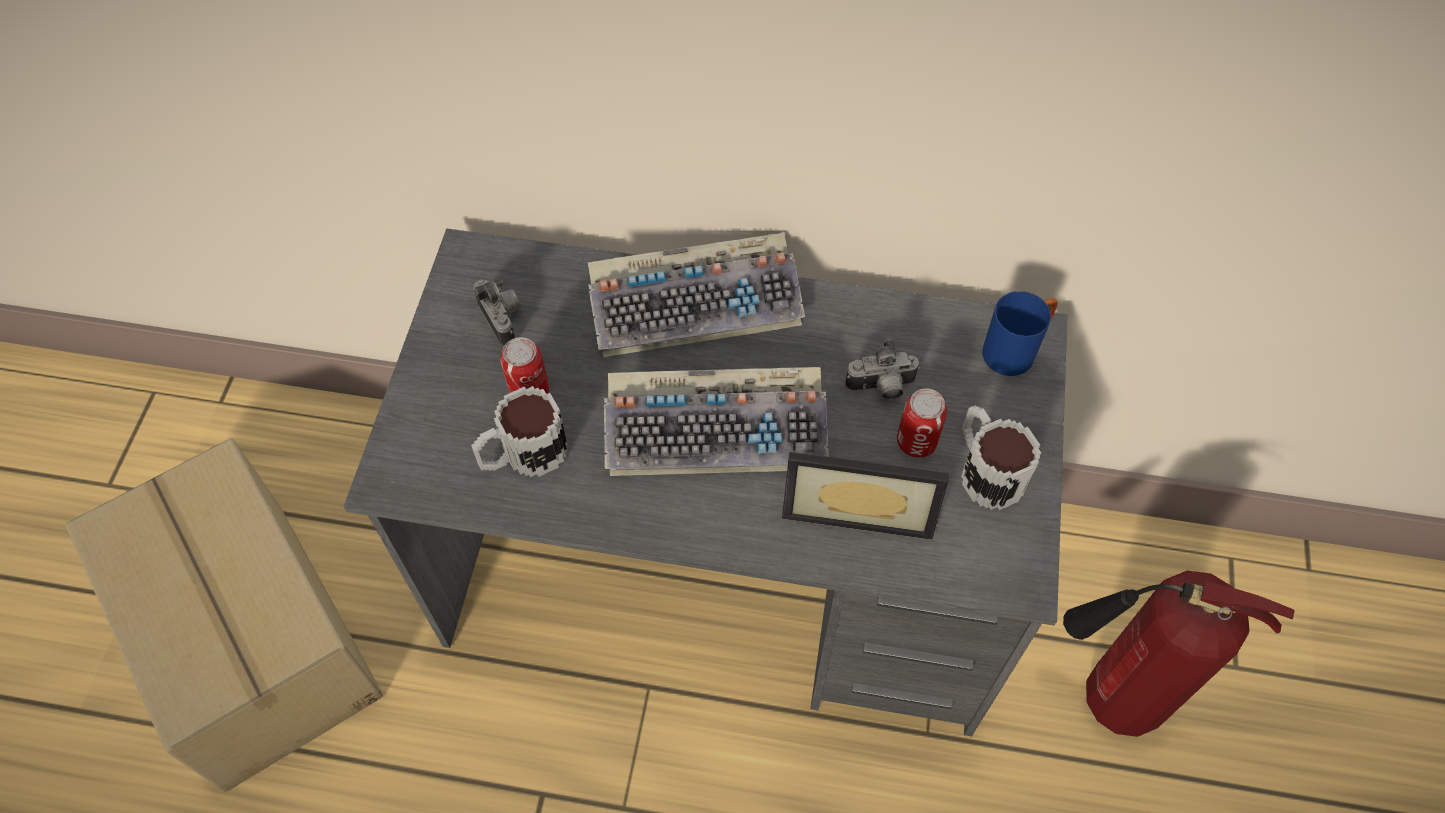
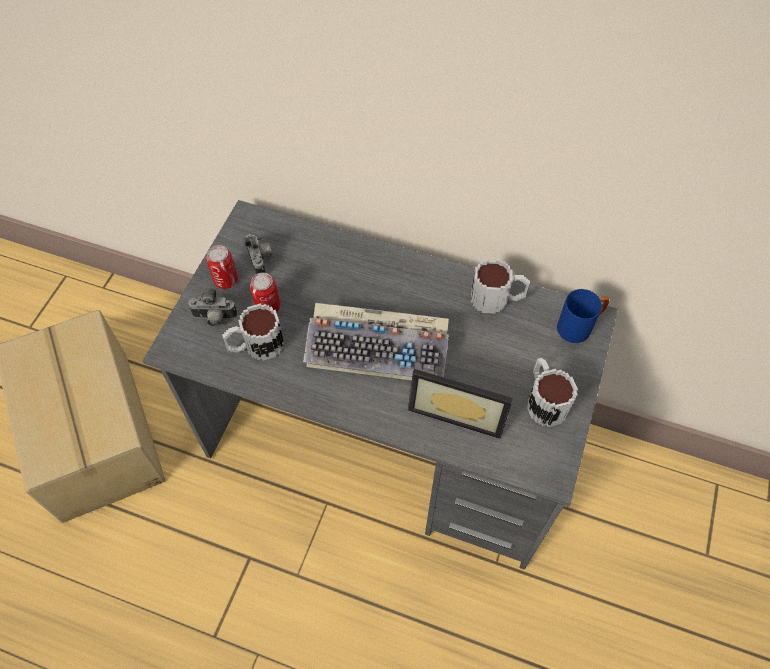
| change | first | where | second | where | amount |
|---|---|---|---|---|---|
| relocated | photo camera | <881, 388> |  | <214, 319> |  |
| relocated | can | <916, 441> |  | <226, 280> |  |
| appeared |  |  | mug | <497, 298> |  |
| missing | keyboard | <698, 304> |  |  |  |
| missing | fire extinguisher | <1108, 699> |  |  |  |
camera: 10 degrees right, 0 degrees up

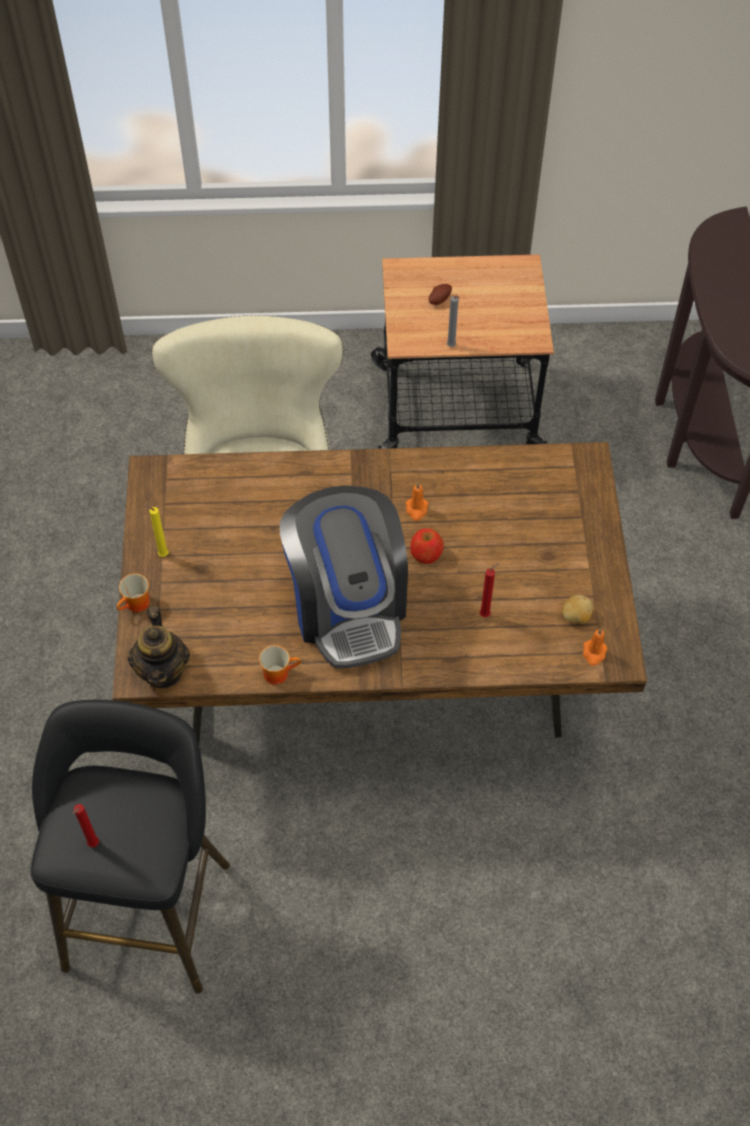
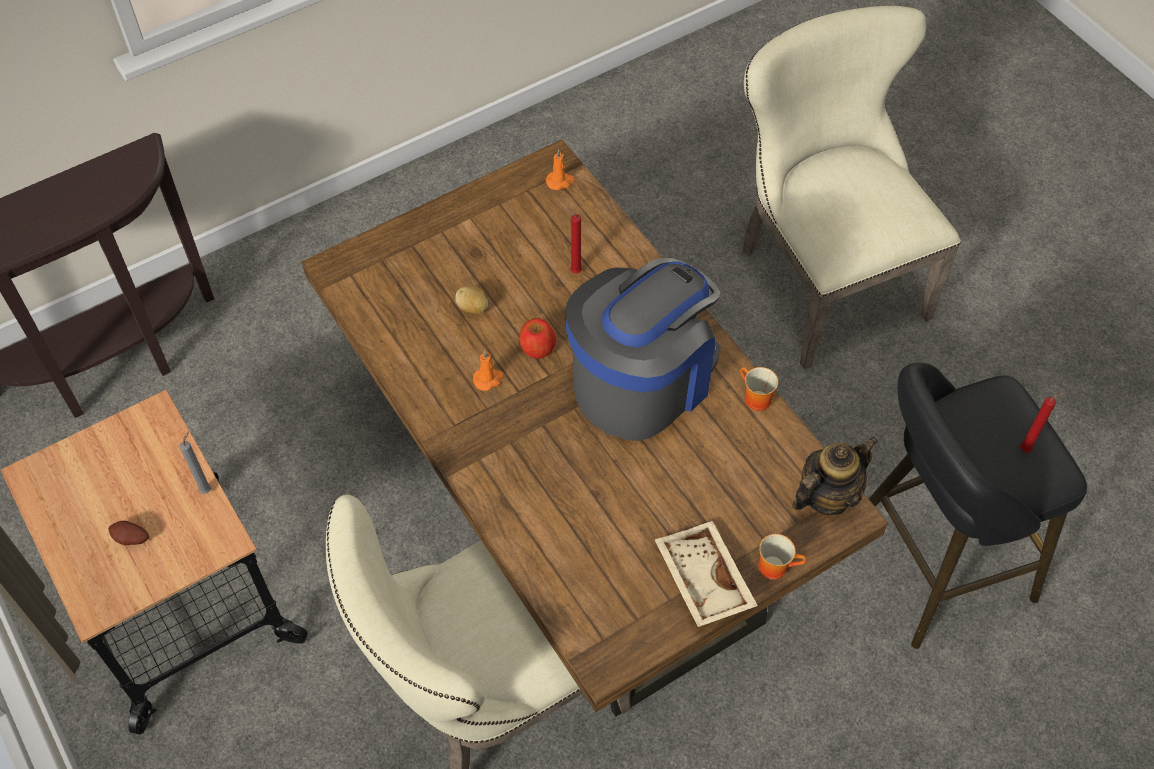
| change | first | where | second | where | amount |
|---|---|---|---|---|---|
| relocated | potato | <576, 617> |  | <473, 308> |  |
| exchanged | yellow candle | <161, 554> | beige tray | <701, 580> |  |
| appeared |  |  | beige chair | <821, 276> |  |
camera: 120 degrees left, 0 degrees up

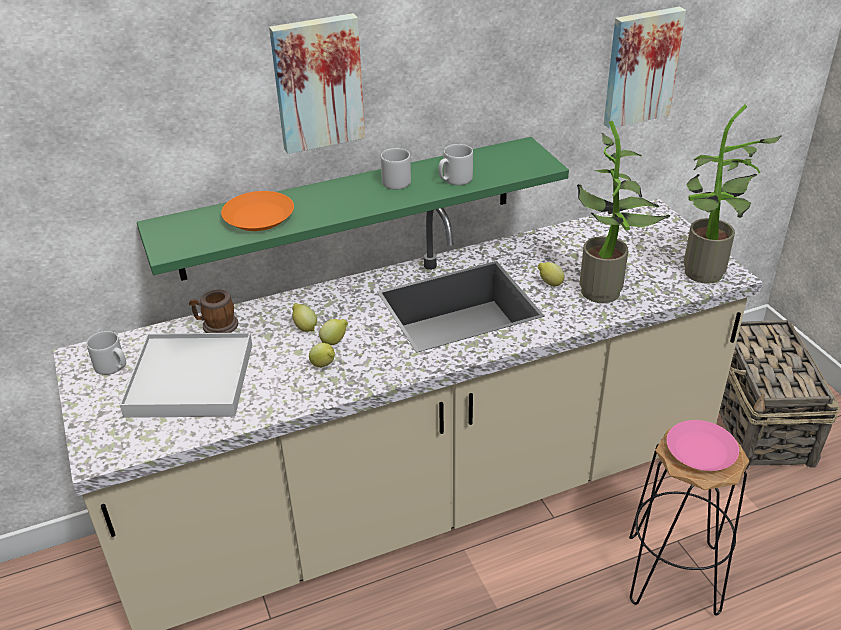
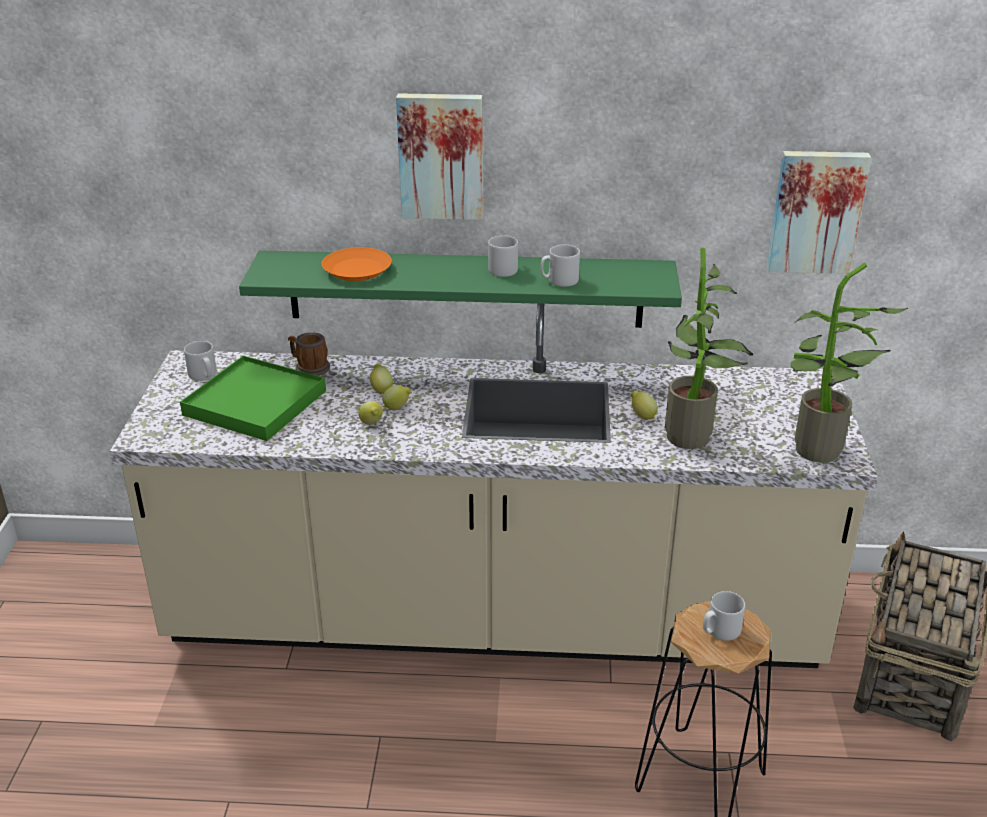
| change | first | where | second | where | amount |
|---|---|---|---|---|---|
| colour | white tray | <191, 379> | green tray | <255, 403> |  |
| exchanged | pink plate | <701, 452> | grey mug | <720, 631> |  |
camera: 25 degrees right, 5 degrees down

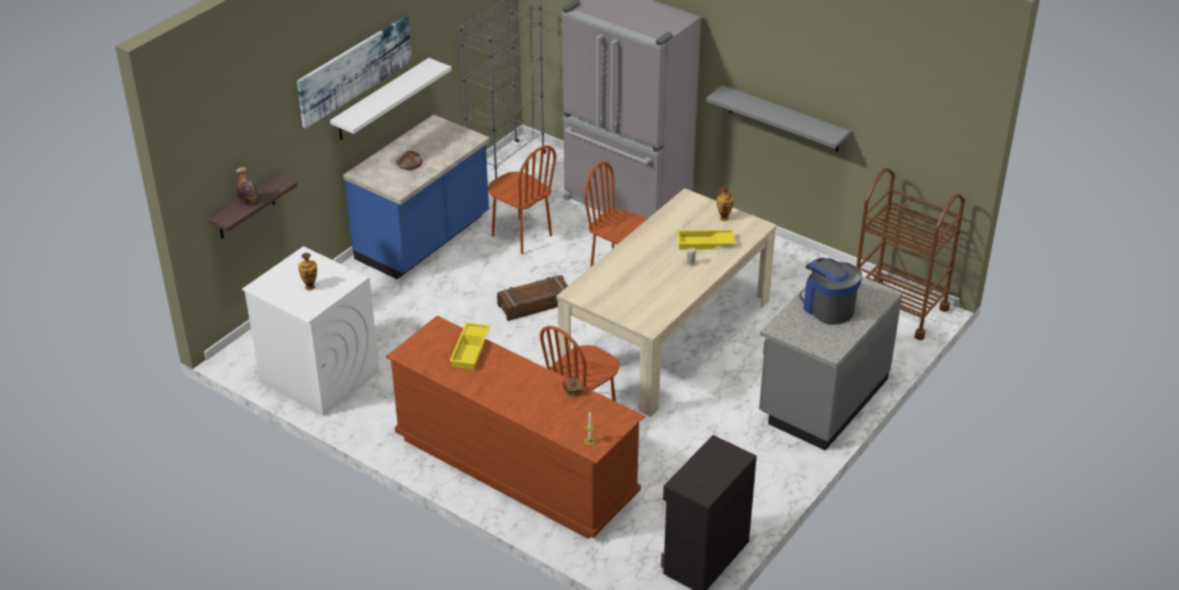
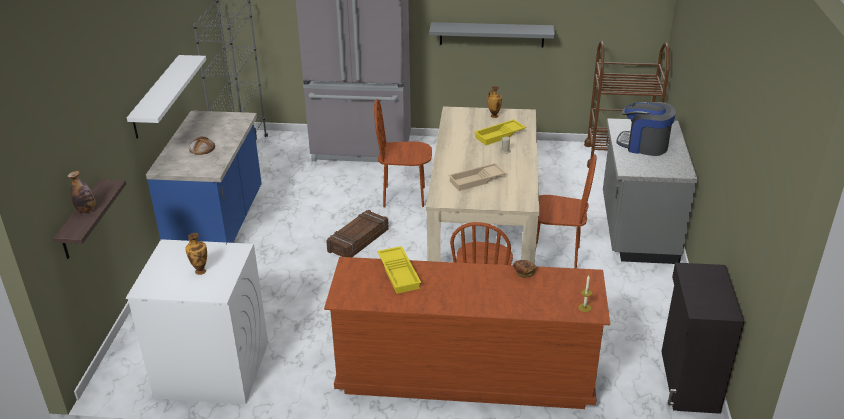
| change | first | where | second | where | amount |
|---|---|---|---|---|---|
| appeared |  |  | beige tray | <477, 180> |  |
| relocated | brown chair | <521, 236> |  | <555, 257> |  |
| missing | picture | <355, 70> |  |  |  |
camera: 30 degrees left, 5 degrees down

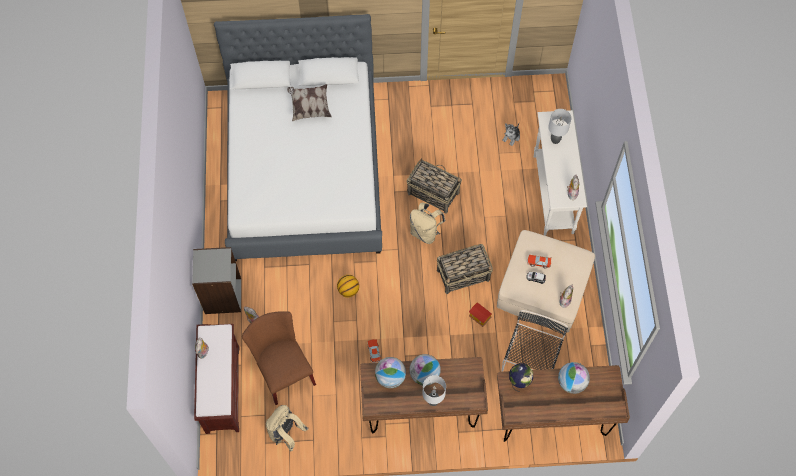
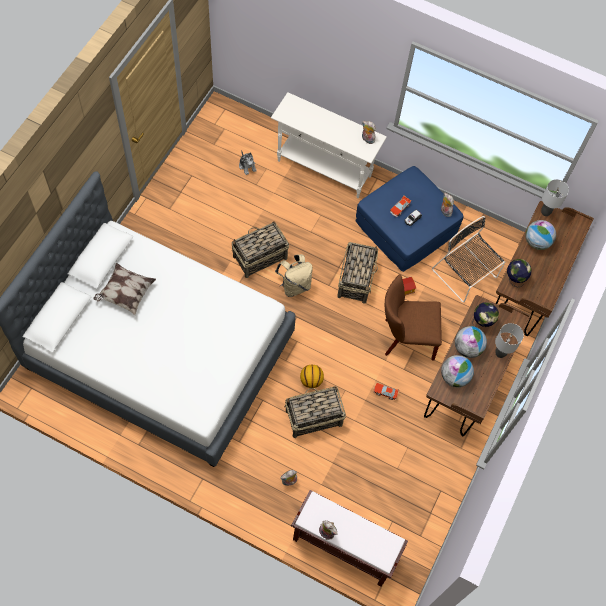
| change | first | where | second | where | amount |
|---|---|---|---|---|---|
| appeared |  |  | basket | <313, 418> |  |
| colour | beige ottoman | <543, 288> | blue ottoman | <406, 227> |  |
| relocated | brown chair | <283, 370> |  | <405, 338> |  |
| appeared |  |  | globe | <482, 322> |  |
| relocated | grey table lamp | <555, 140> |  | <545, 212> |  |
| missing | grey bookcase | <222, 296> |  |  |  |
| missing | beige backpack | <286, 433> |  |  |  |
camera: 65 degrees left, 0 degrees up

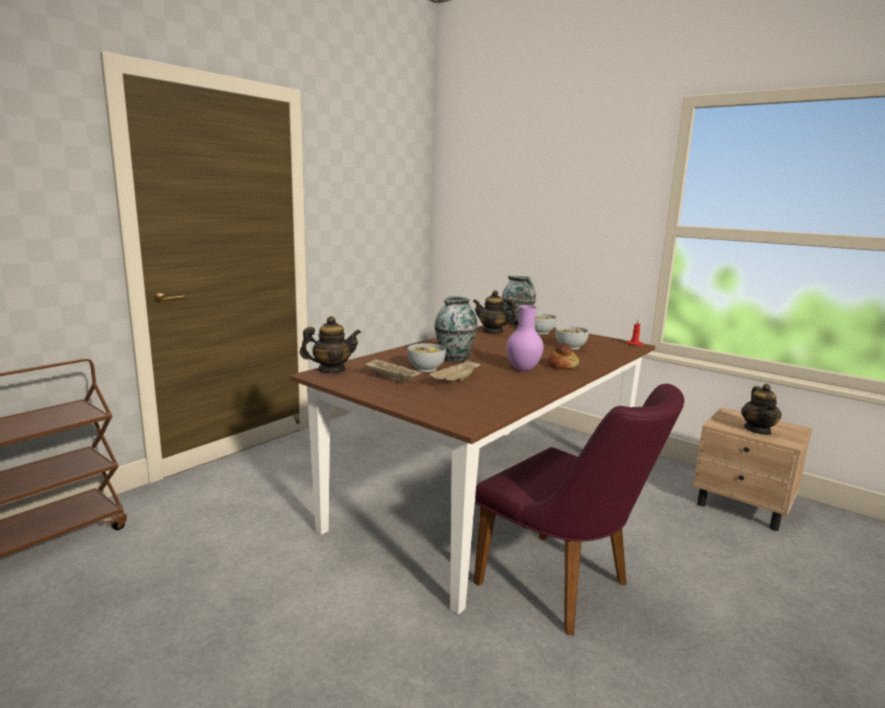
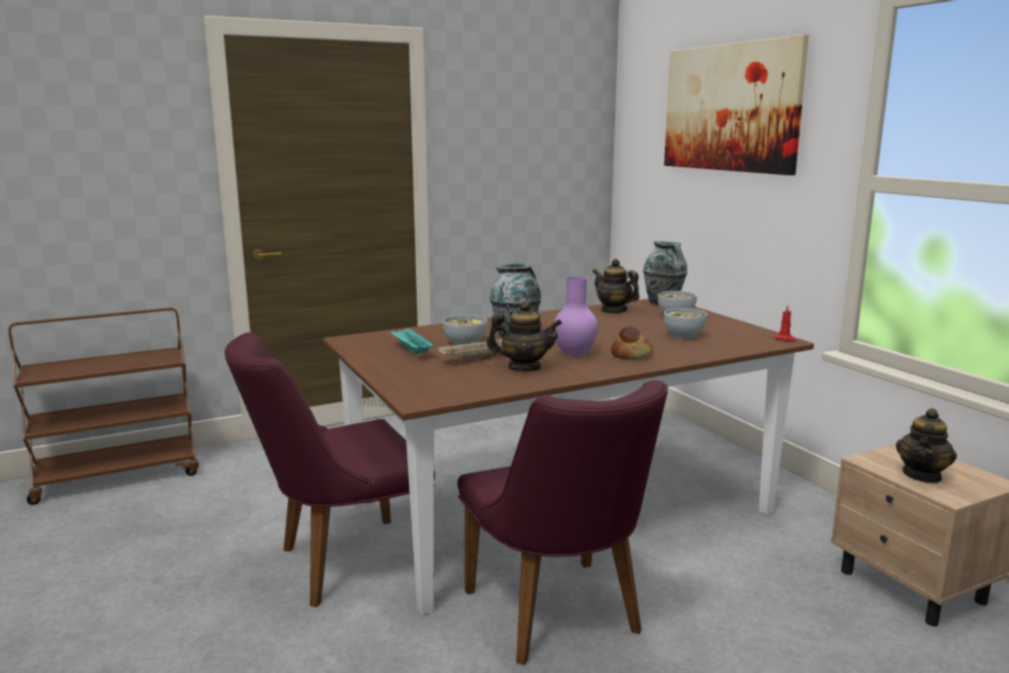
| change | first | where | second | where | amount |
|---|---|---|---|---|---|
| appeared |  |  | purple chair | <339, 564> |  |
| colour | beige tray | <391, 379> | turquoise tray | <411, 351> |  |
| relocated | teapot | <331, 370> |  | <524, 367> |  |
| appeared |  |  | picture | <730, 108> |  |
camera: 25 degrees right, 0 degrees up

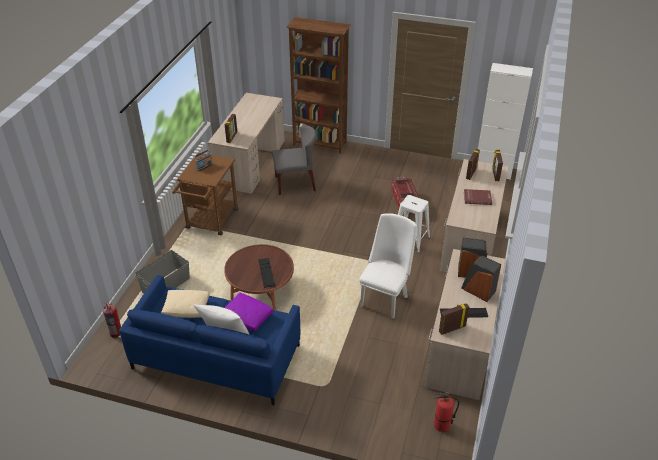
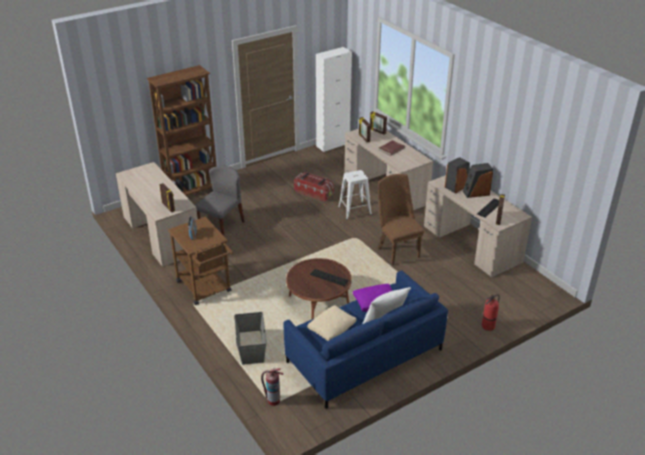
| change | first | where | second | where | amount |
|---|---|---|---|---|---|
| colour | white chair | <385, 298> | brown chair | <397, 250> |  |
| relocated | fire extinguisher | <441, 425> |  | <488, 326> |  |
camera: 50 degrees left, 5 degrees down

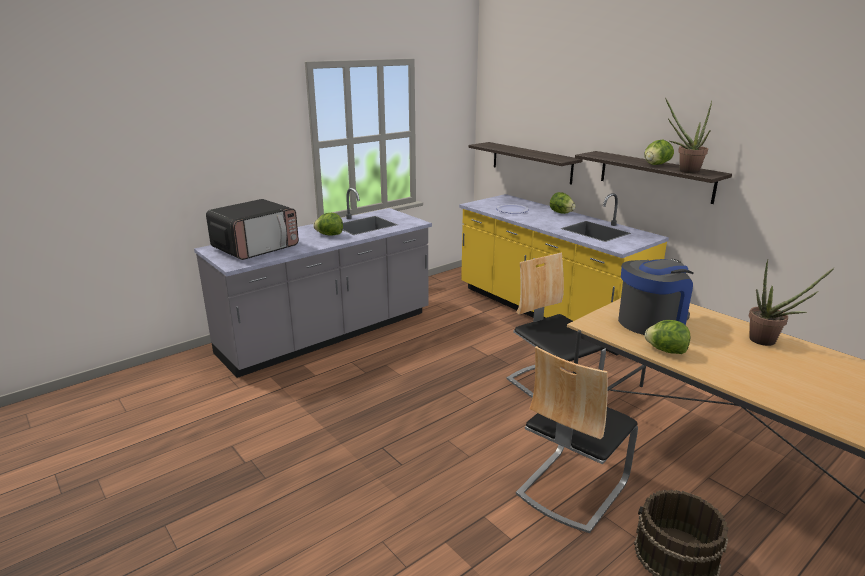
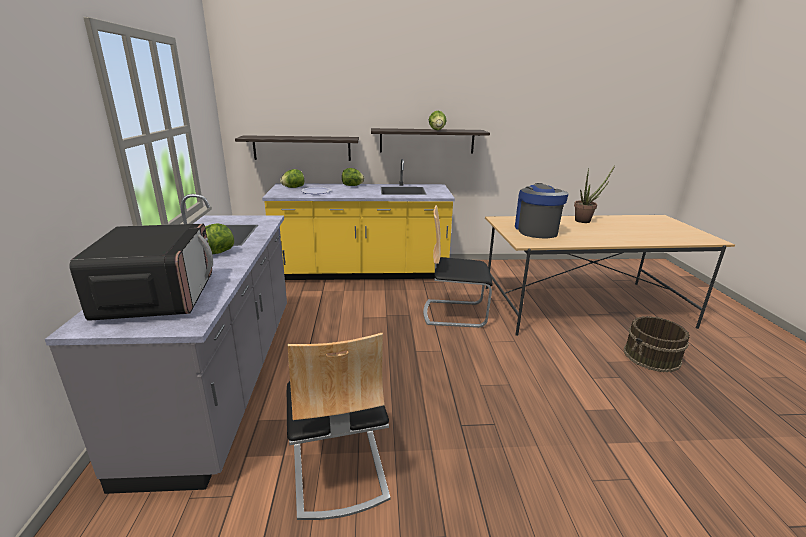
| change | first | where | second | where | amount |
|---|---|---|---|---|---|
| relocated | lettuce | <666, 350> |  | <293, 187> |  |
| relocated | chair | <571, 487> |  | <337, 468> |  |
| missing | potted plant | <684, 171> |  |  |  |
camera: 55 degrees left, 0 degrees up

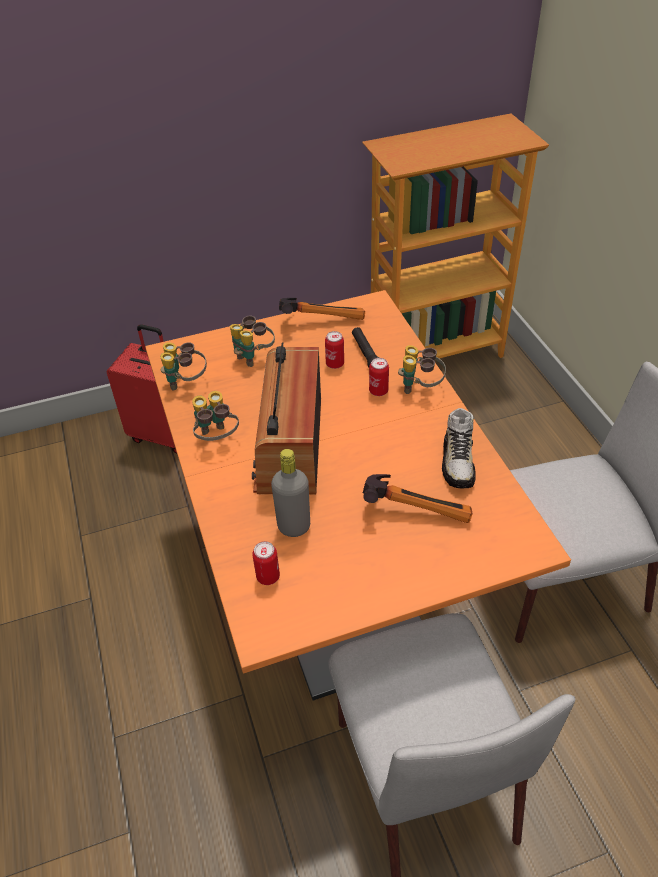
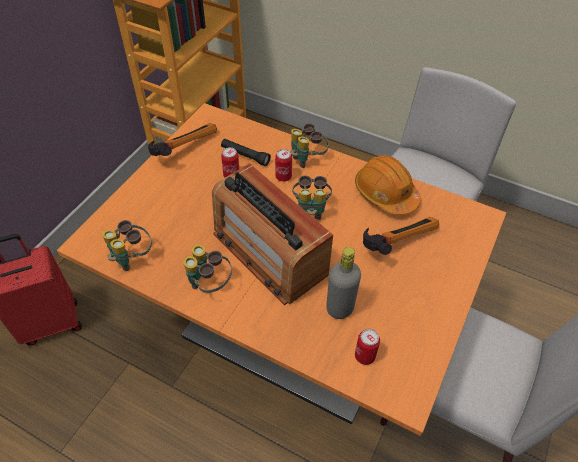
| change | first | where | second | where | amount |
|---|---|---|---|---|---|
| relocated | binoculars | <253, 356> |  | <311, 209> |  |
| exchanged | shoe | <458, 462> | orange hard hat | <385, 194> |  |
camera: 45 degrees left, 5 degrees up

